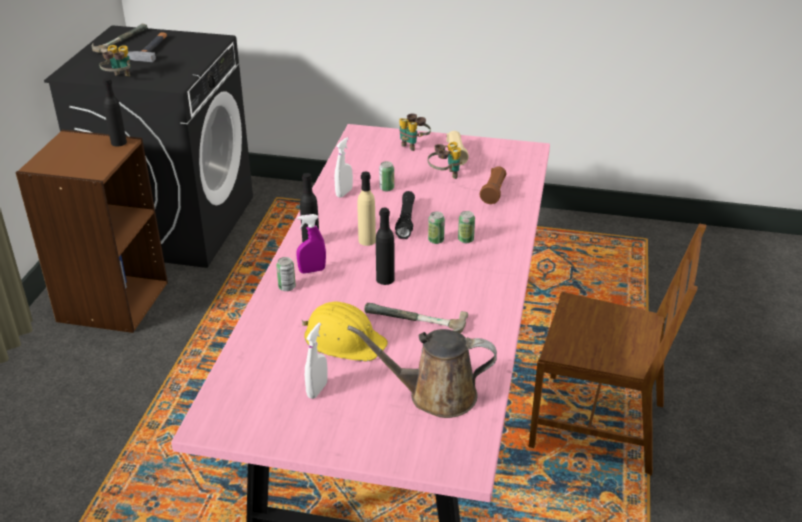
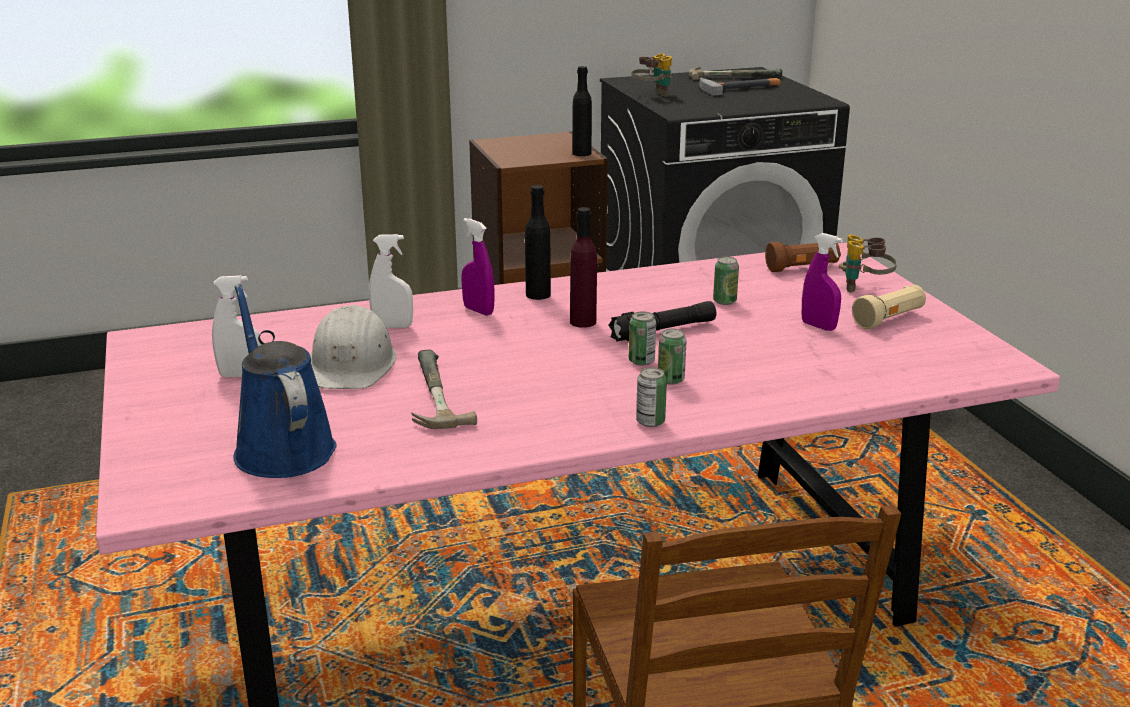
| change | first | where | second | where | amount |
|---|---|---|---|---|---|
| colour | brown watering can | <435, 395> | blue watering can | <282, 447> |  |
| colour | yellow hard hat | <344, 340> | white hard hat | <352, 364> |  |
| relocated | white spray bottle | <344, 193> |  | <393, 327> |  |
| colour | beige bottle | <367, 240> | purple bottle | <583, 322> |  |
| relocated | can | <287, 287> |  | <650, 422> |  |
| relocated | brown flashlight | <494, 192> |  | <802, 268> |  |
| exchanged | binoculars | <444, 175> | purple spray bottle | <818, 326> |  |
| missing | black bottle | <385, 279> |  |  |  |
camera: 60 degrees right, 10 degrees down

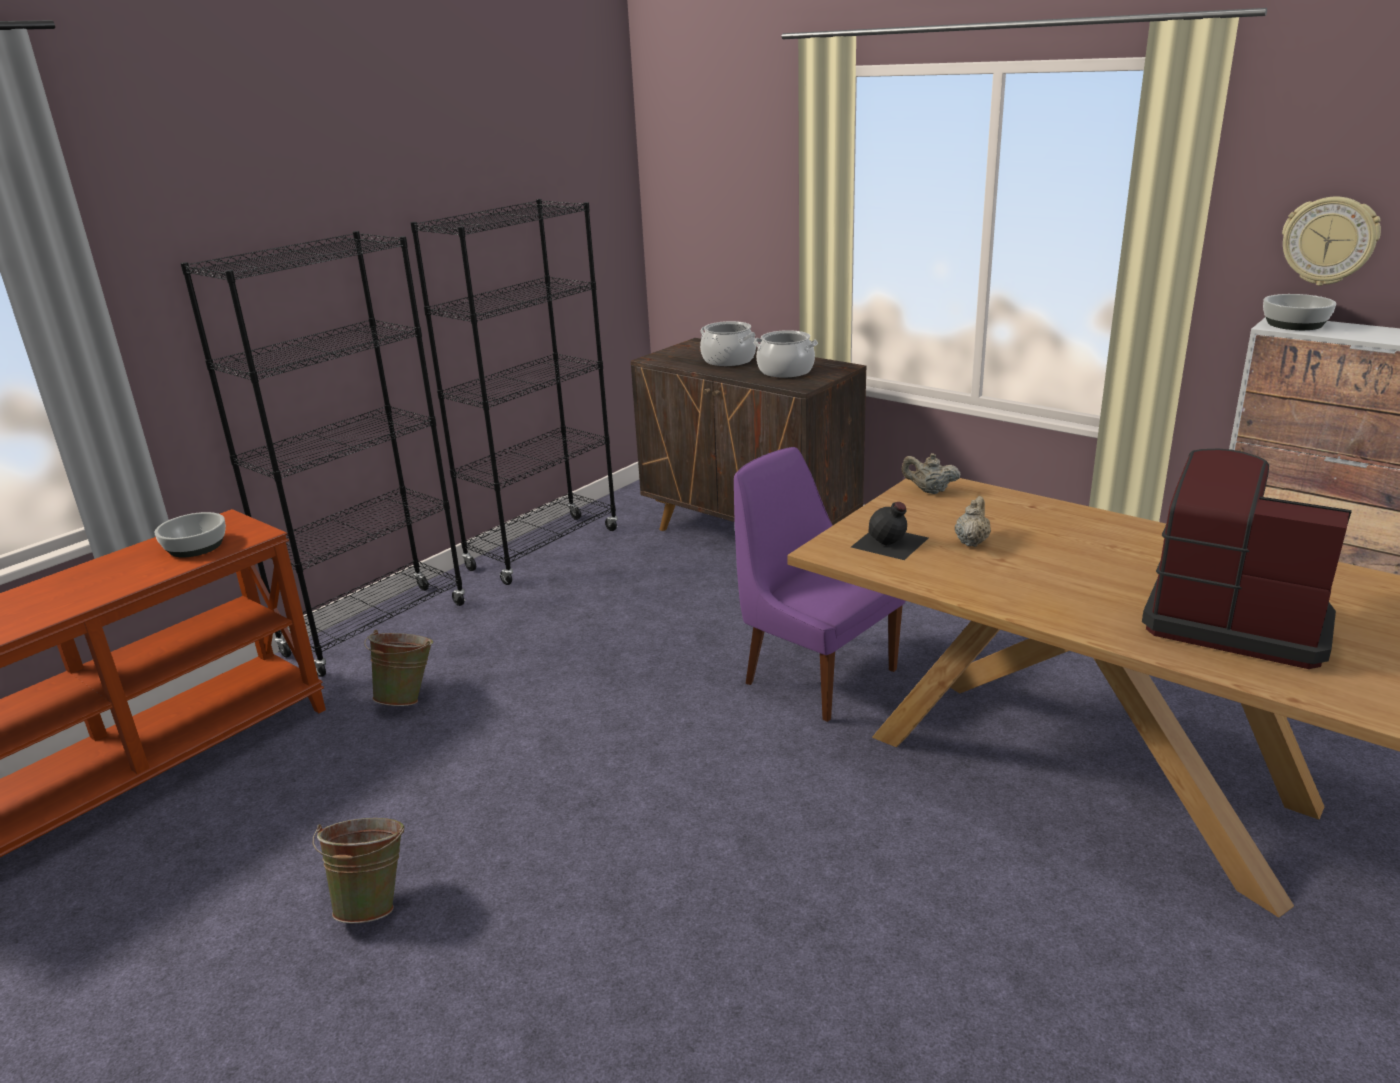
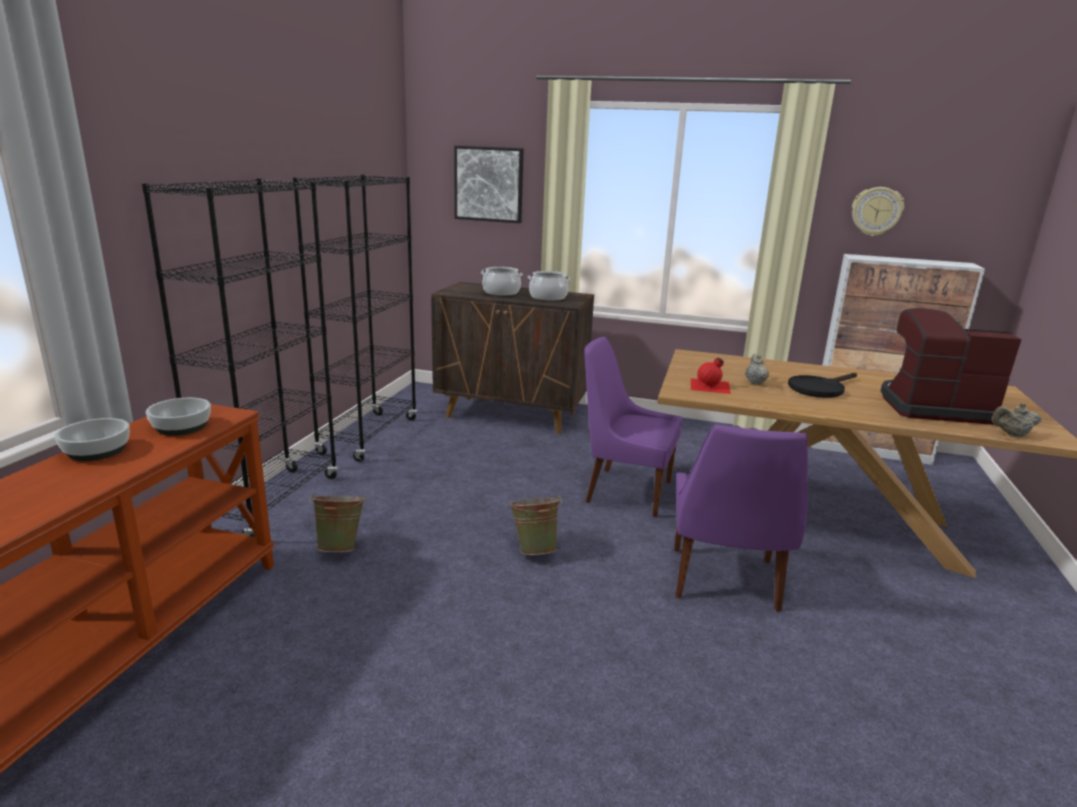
| change | first | where | second | where | amount |
|---|---|---|---|---|---|
| relocated | bowl | <1294, 324> |  | <97, 450> |  |
| appeared |  |  | picture | <488, 184> |  |
| relocated | green bucket | <374, 902> |  | <534, 549> |  |
| appeared |  |  | purple chair | <724, 581> |  |
| colour | black bottle | <890, 543> | red bottle | <711, 386> |  |
| appeared |  |  | black frying pan | <819, 388> |  |
| relocated | beige teapot | <929, 491> |  | <1012, 434> |  |
camera: 25 degrees left, 5 degrees down

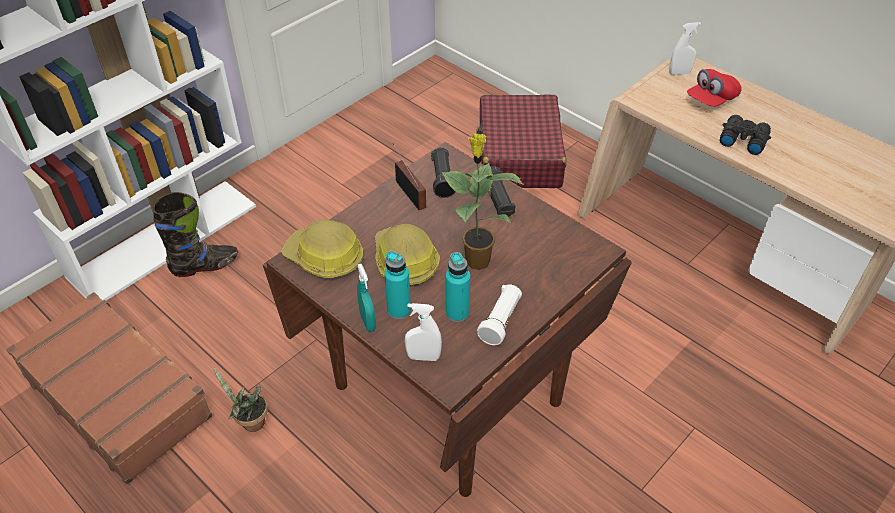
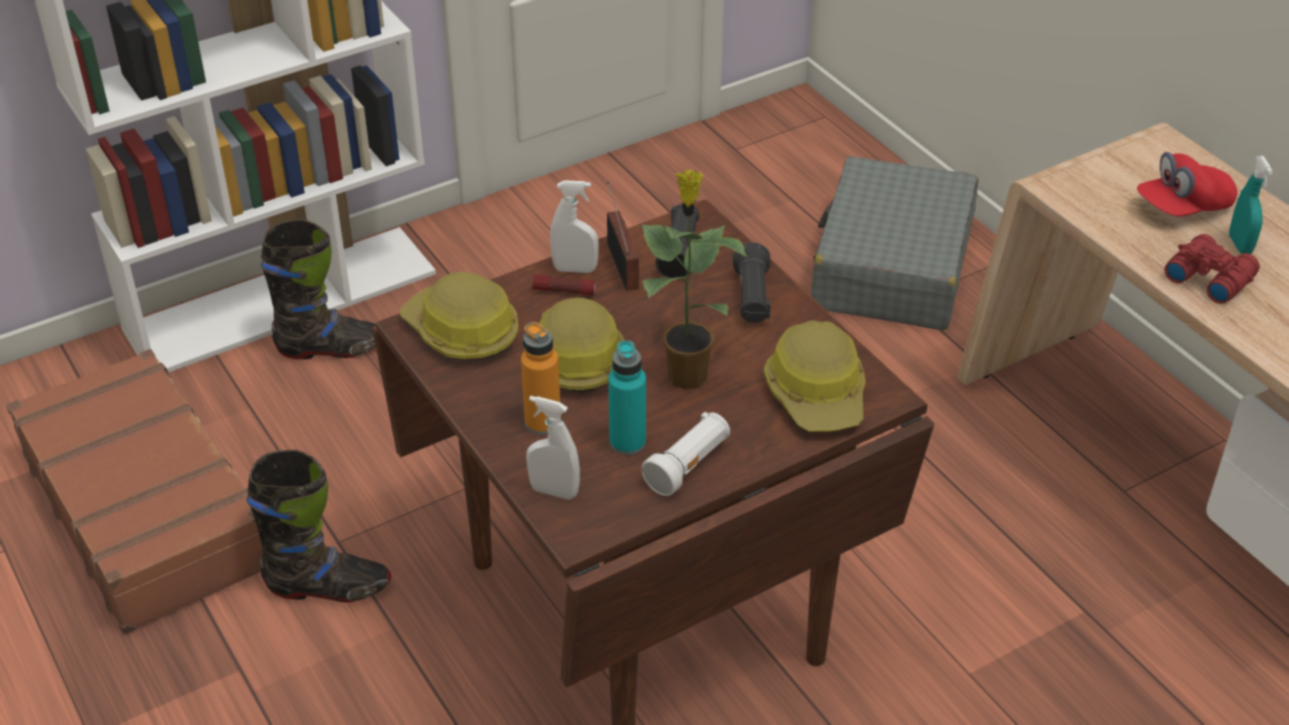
| change | first | where | second | where | amount |
|---|---|---|---|---|---|
| exchanged | potted plant | <250, 422> | black boot | <328, 588> |  |
| colour | turquoise bottle | <399, 310> | orange bottle | <543, 422> |  |
| appeared |  |  | flashlight | <564, 291> |  |
| relocated | white spray bottle | <679, 73> |  | <575, 269> |  |
| appeared |  |  | hard hat | <817, 394> |  |
| colour | red suitcase | <519, 155> | grey suitcase | <891, 267> |  |
| colour | black binoculars | <742, 139> | red binoculars | <1208, 277> |  |
| relocated | turquoise spray bottle | <368, 322> |  | <1240, 245> |  |
camera: 15 degrees right, 5 degrees down

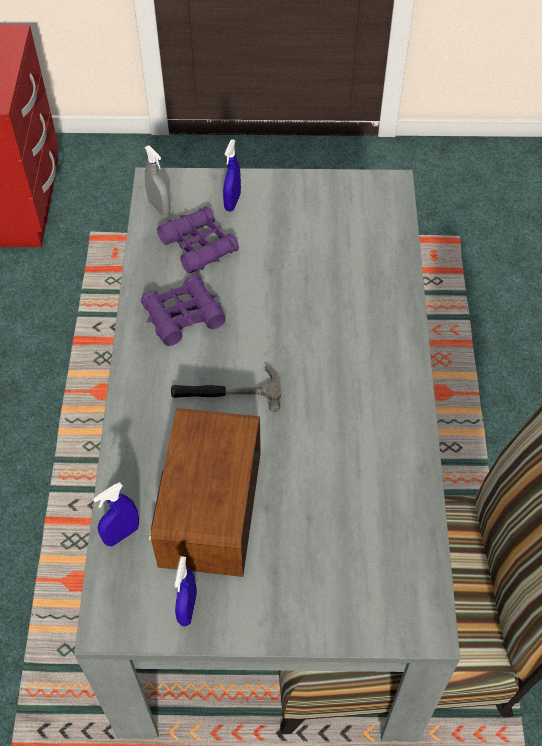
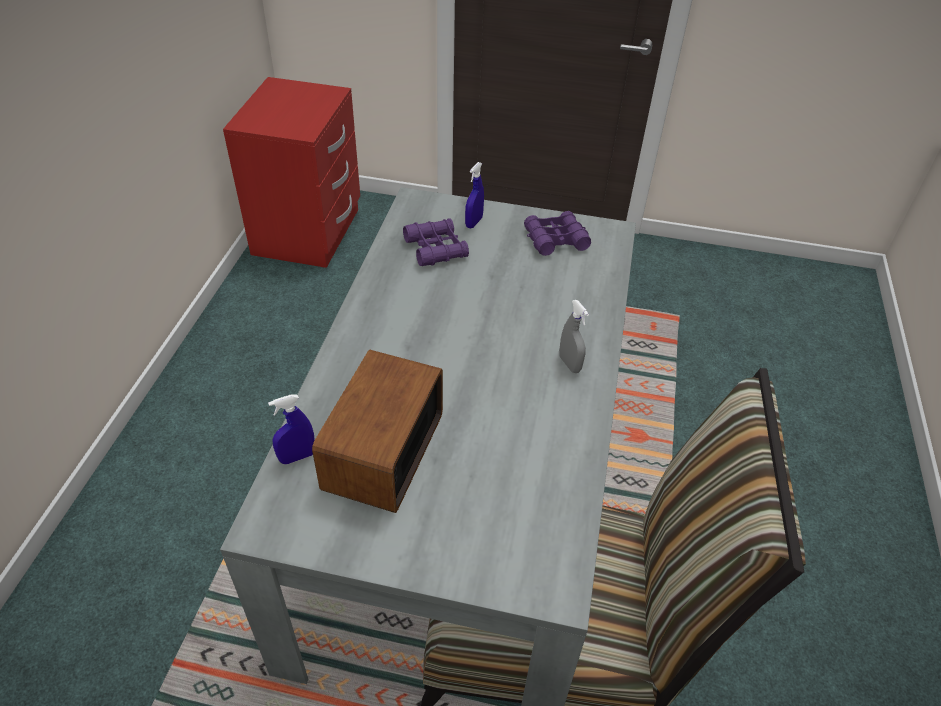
| change | first | where | second | where | amount |
|---|---|---|---|---|---|
| relocated | purple binoculars | <183, 316> |  | <555, 240> |  |
| relocated | grey spray bottle | <159, 207> |  | <569, 364> |  |
| missing | hammer | <226, 392> |  |  |  |
| missing | blue spray bottle | <187, 608> |  |  |  |
camera: 10 degrees right, 10 degrees down

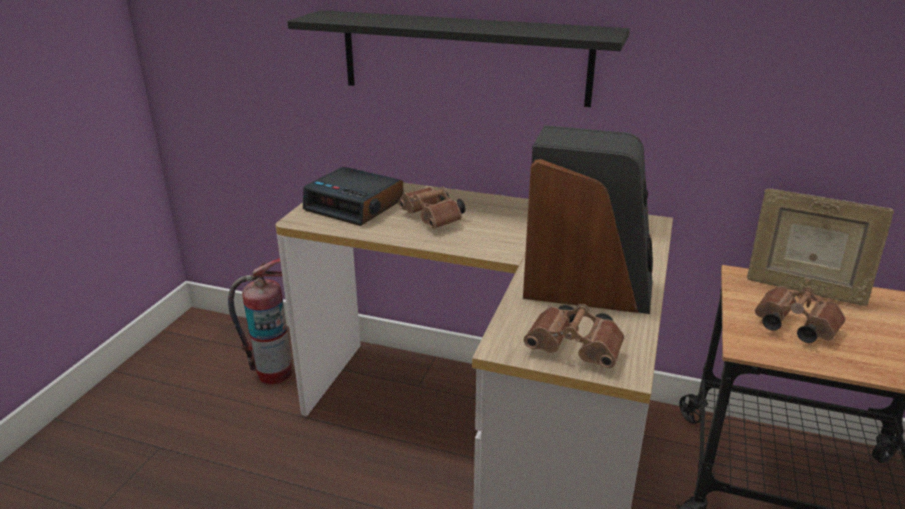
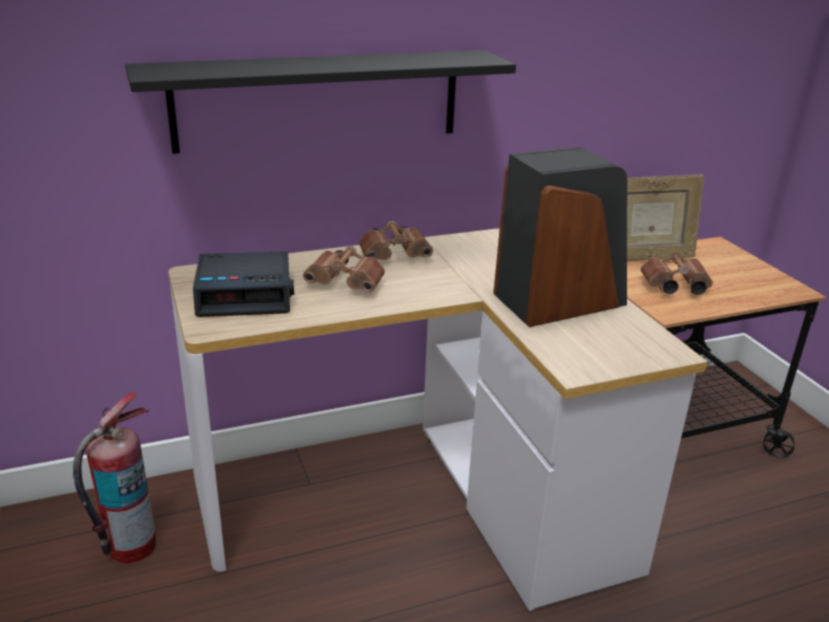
| change | first | where | second | where | amount |
|---|---|---|---|---|---|
| relocated | brown binoculars | <577, 350> |  | <396, 256> |  |
camera: 40 degrees left, 0 degrees up

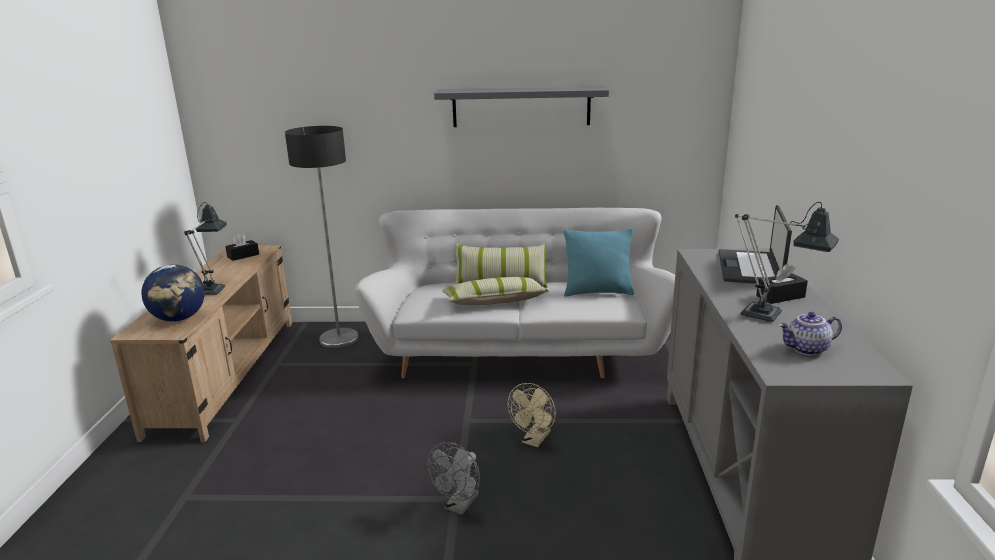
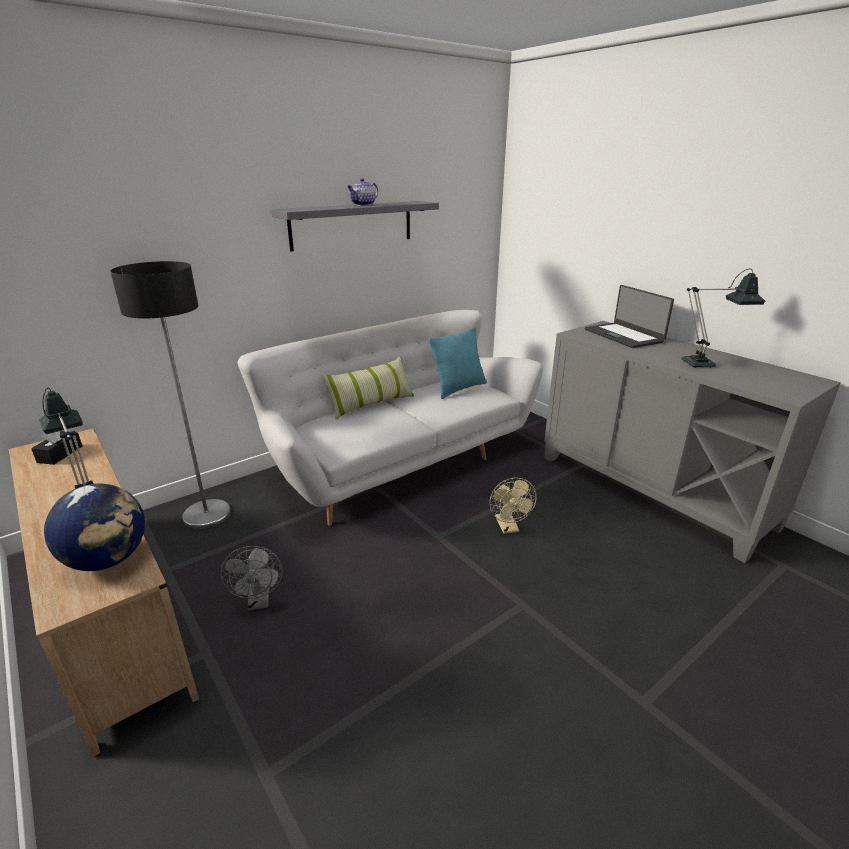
| change | first | where | second | where | amount |
|---|---|---|---|---|---|
| relocated | grey fan | <459, 506> |  | <259, 602> |  |
| relocated | teapot | <807, 349> |  | <363, 205> |  |
| missing | pillow | <494, 301> |  |  |  |
| missing | black tissue box | <780, 296> |  |  |  |
camera: 40 degrees left, 5 degrees up

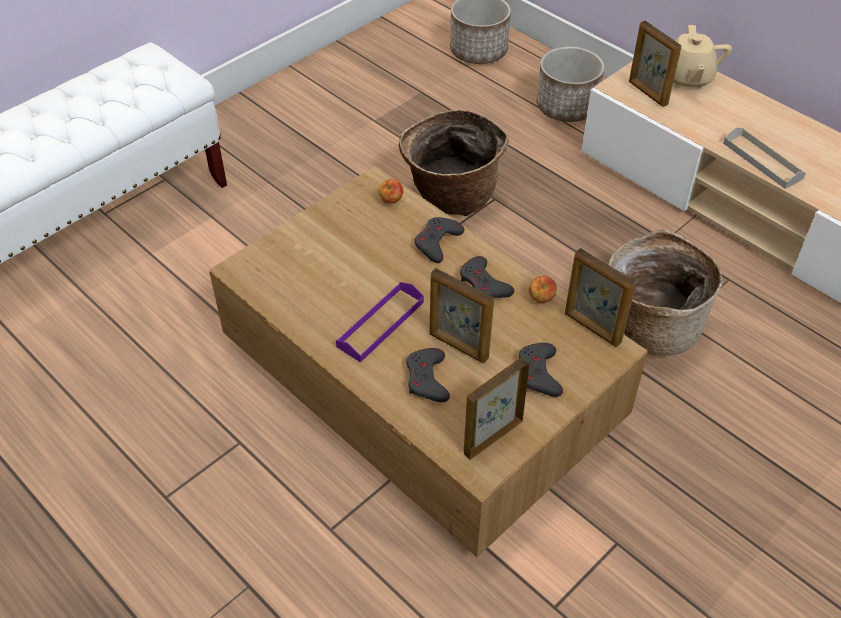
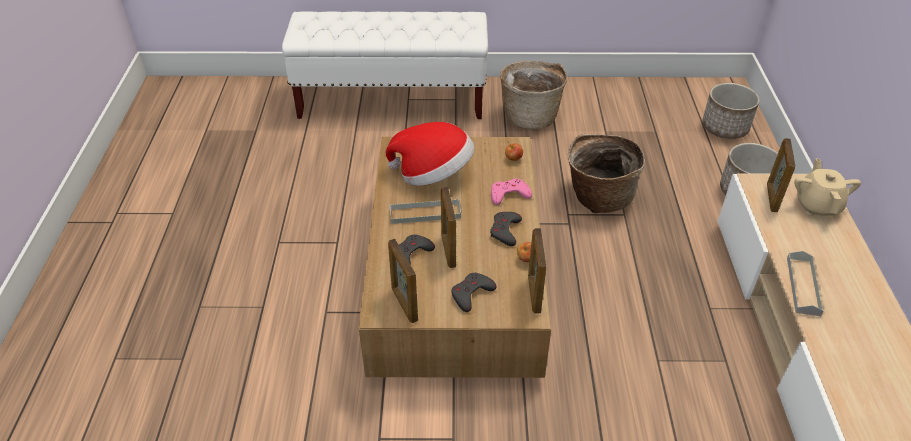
| change | first | where | second | where | amount |
|---|---|---|---|---|---|
| appeared |  |  | hat | <433, 174> |  |
| spun | picture frame | <492, 437> |  | <404, 304> | 120 degrees counterclockwise |
| colour | purple tray | <380, 324> | grey tray | <425, 213> |  |
| colour | grey game controller | <437, 242> | pink game controller | <509, 194> |  |
| relocated | basket | <650, 325> |  | <530, 116> |  |
| spun | beige teapot | <687, 78> |  | <817, 205> | 135 degrees clockwise |
camera: 45 degrees right, 5 degrees down

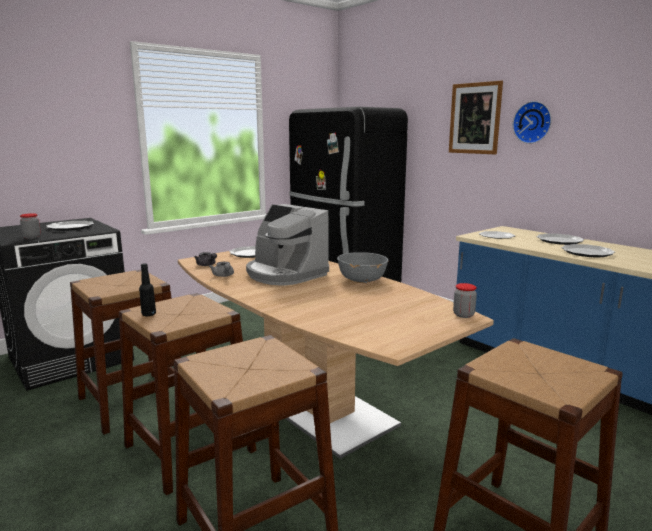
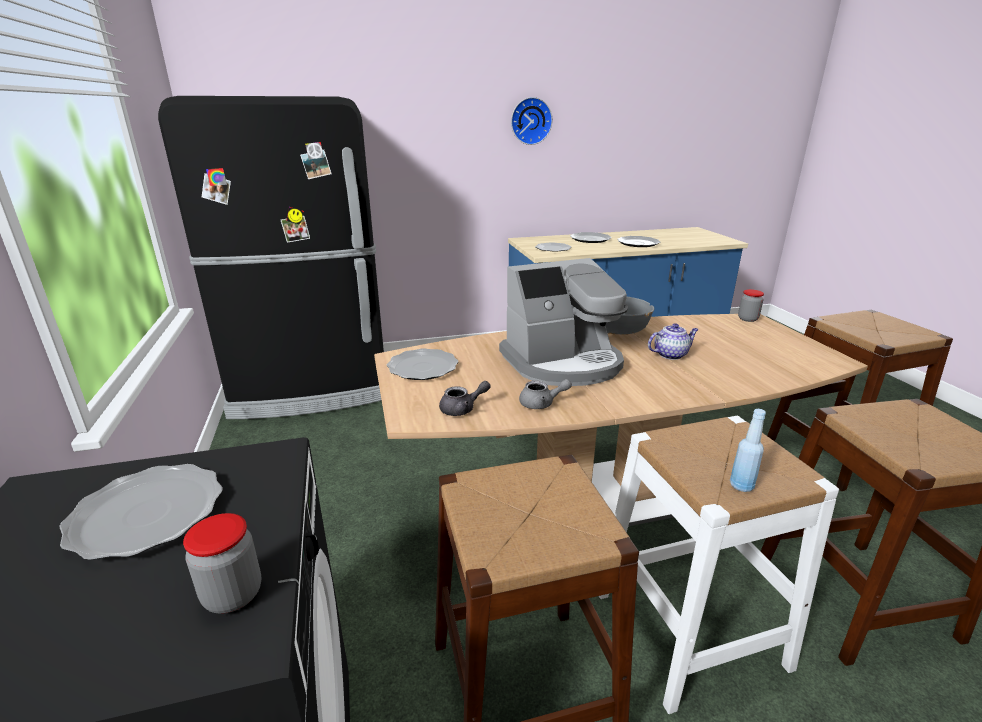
| change | first | where | second | where | amount |
|---|---|---|---|---|---|
| colour | brown stool | <189, 448> | white stool | <689, 629> |  |
| appeared |  |  | teapot | <671, 354> |  |
| colour | black bottle | <148, 314> | blue bottle | <741, 486> |  |
| missing | picture | <475, 118> |  |  |  |
camera: 65 degrees left, 10 degrees up

